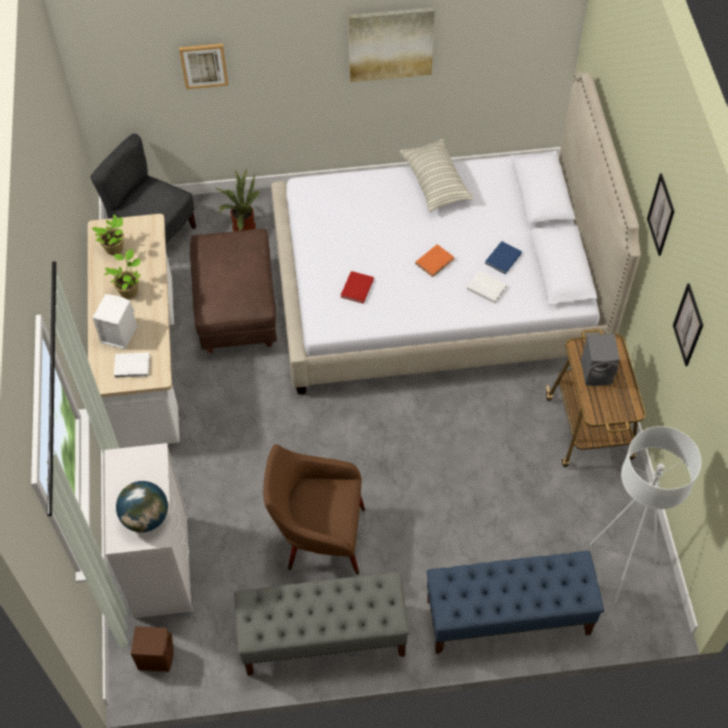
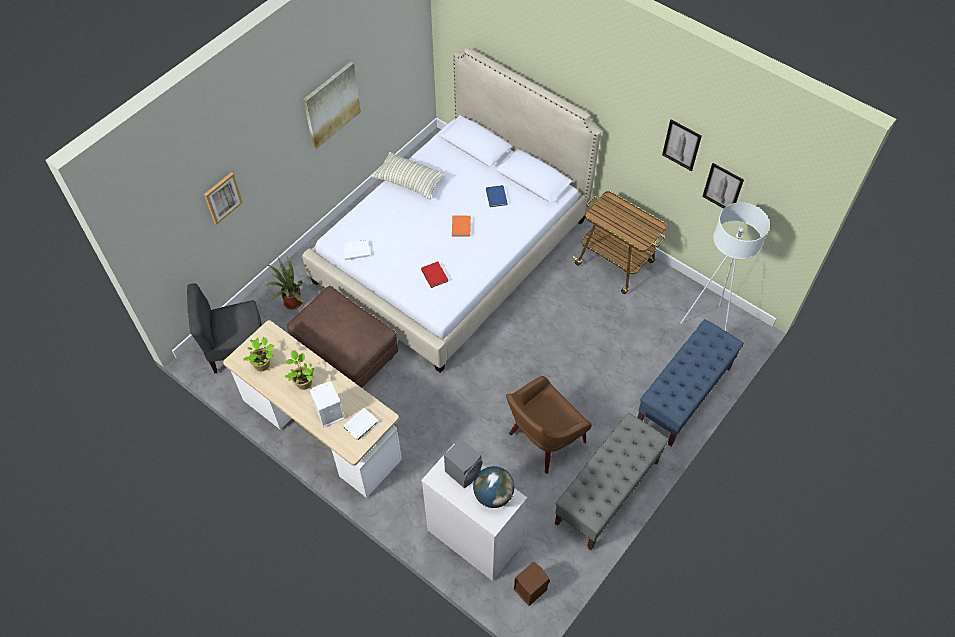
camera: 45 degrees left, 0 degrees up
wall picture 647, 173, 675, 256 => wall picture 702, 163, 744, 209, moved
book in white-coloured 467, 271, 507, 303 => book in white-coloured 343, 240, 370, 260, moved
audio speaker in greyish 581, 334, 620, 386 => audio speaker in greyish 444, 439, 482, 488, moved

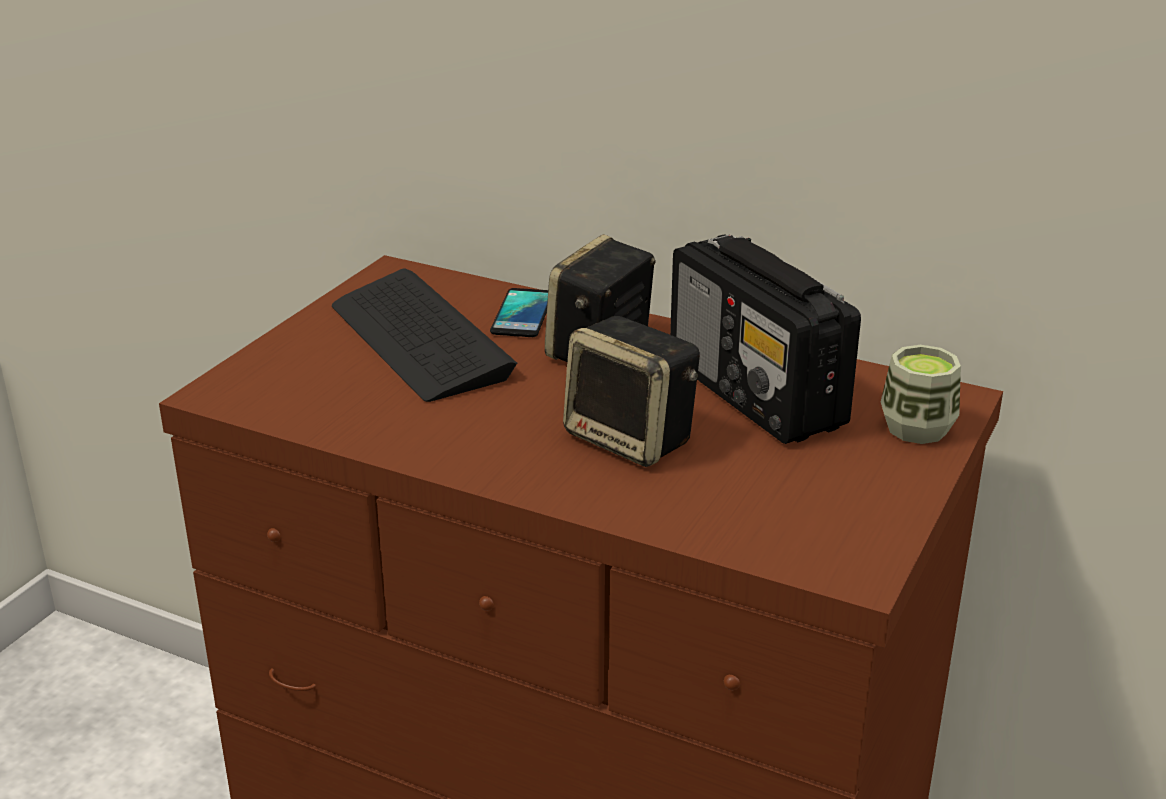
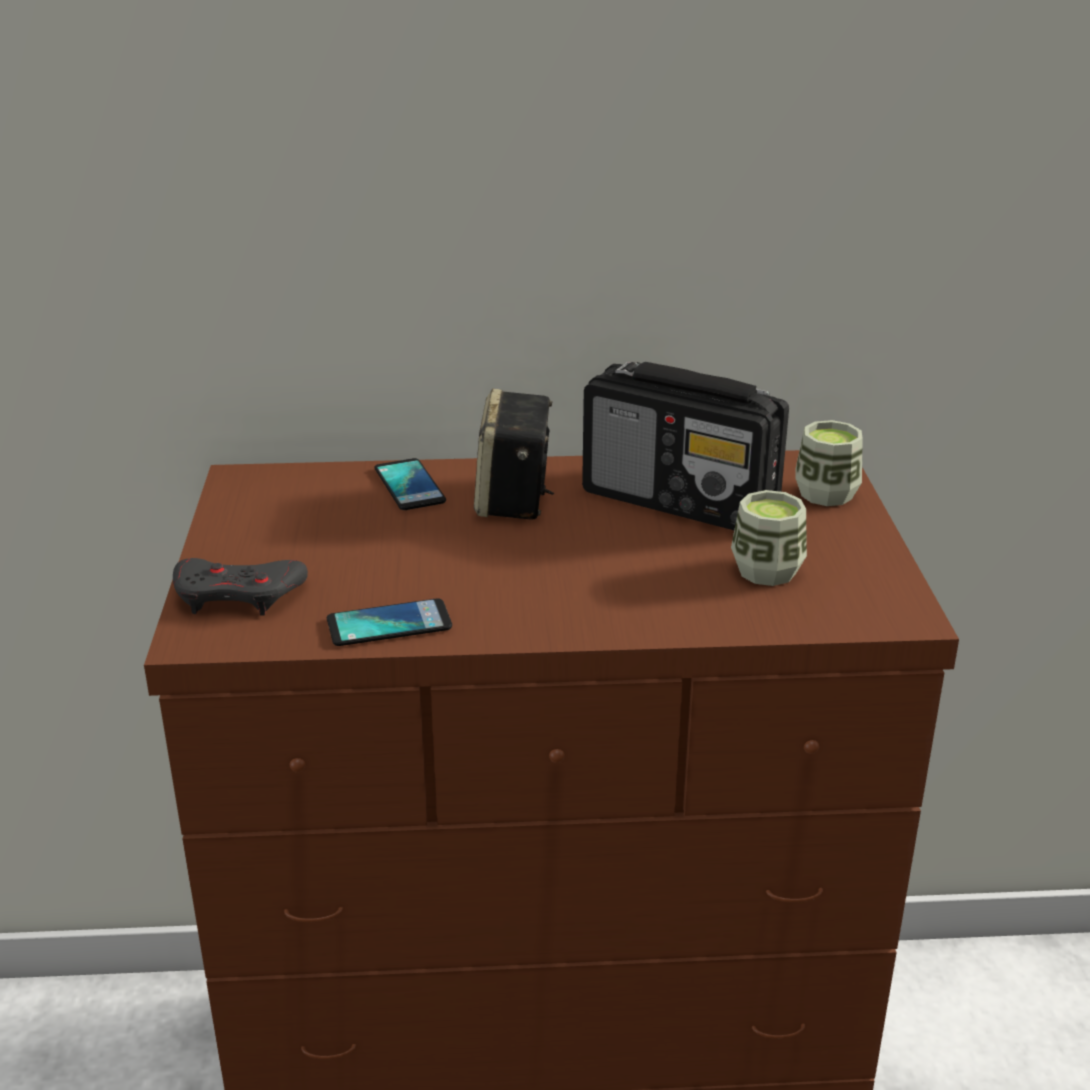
camera: 30 degrees left, 0 degrees up
computer keyboard 332, 269, 517, 402 => nothing
audio speaker 563, 316, 700, 467 => nothing
nothing => cup 731, 490, 807, 586
nothing => gamepad in greyish 173, 558, 308, 616
nothing => handset 327, 598, 452, 646

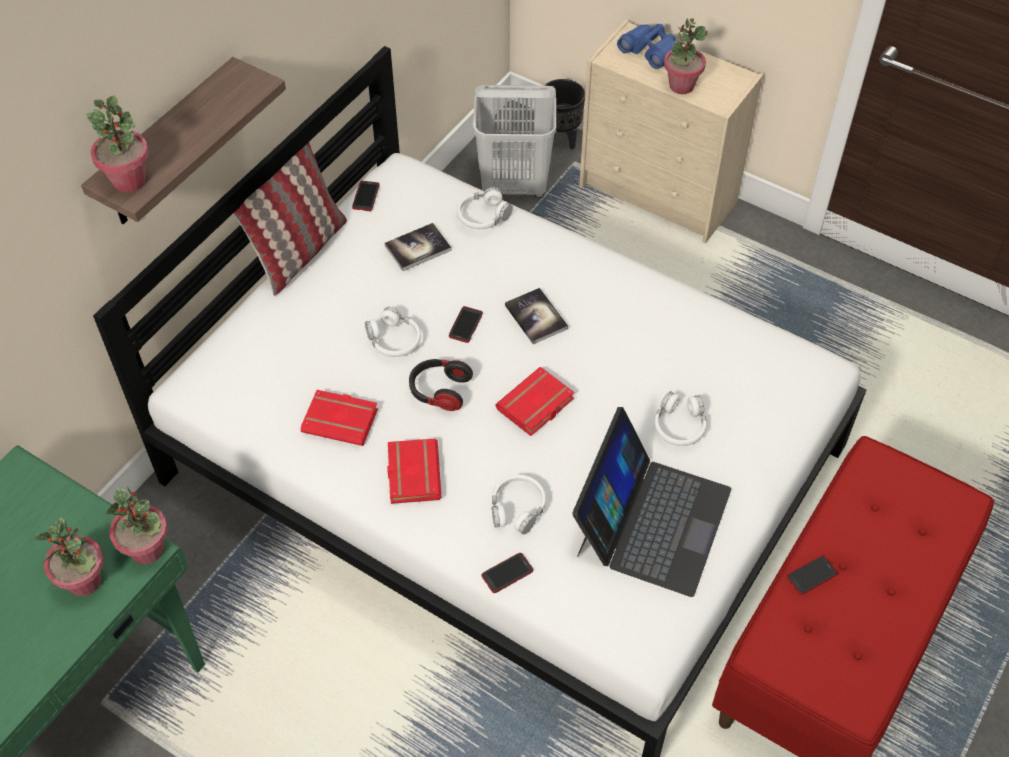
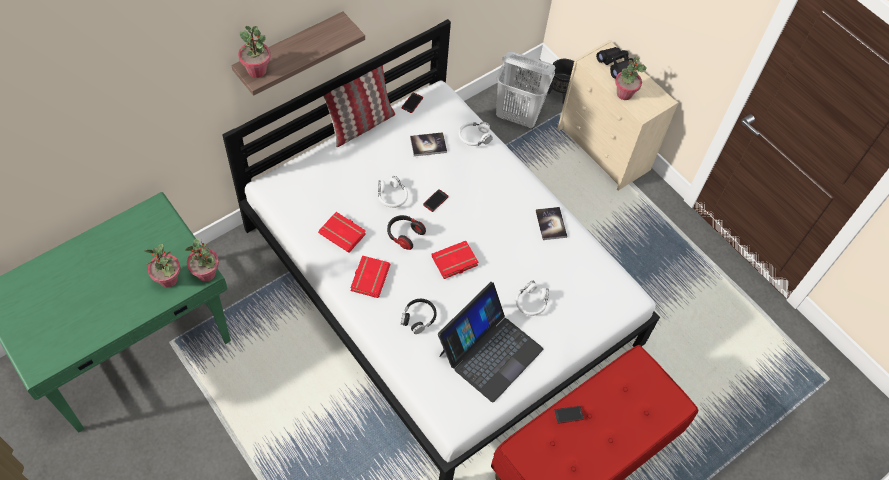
camera: 15 degrees right, 5 degrees up
field glasses in blue 617, 24, 676, 69 => field glasses in black 596, 47, 633, 79
book 505, 288, 568, 344 => book 536, 207, 567, 240, moved
pair of headphones in white-coloured 492, 475, 546, 535 => pair of headphones in black 401, 299, 436, 334
handset 481, 553, 533, 593 => nothing

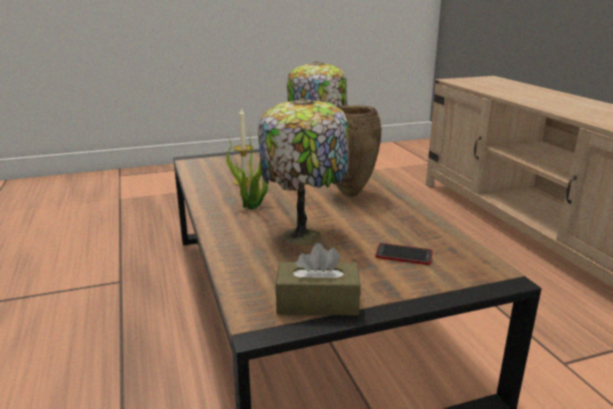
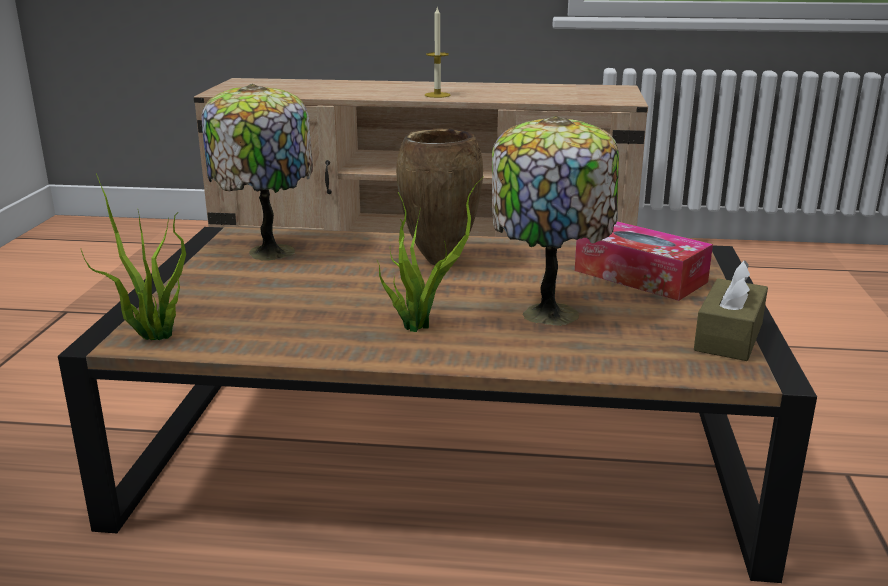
camera: 65 degrees left, 0 degrees up
wax light 233, 107, 253, 186 => wax light 425, 6, 451, 98, moved
handset 375, 243, 433, 265 => box of tissues 575, 221, 713, 301
nothing => potted plant 81, 173, 186, 340

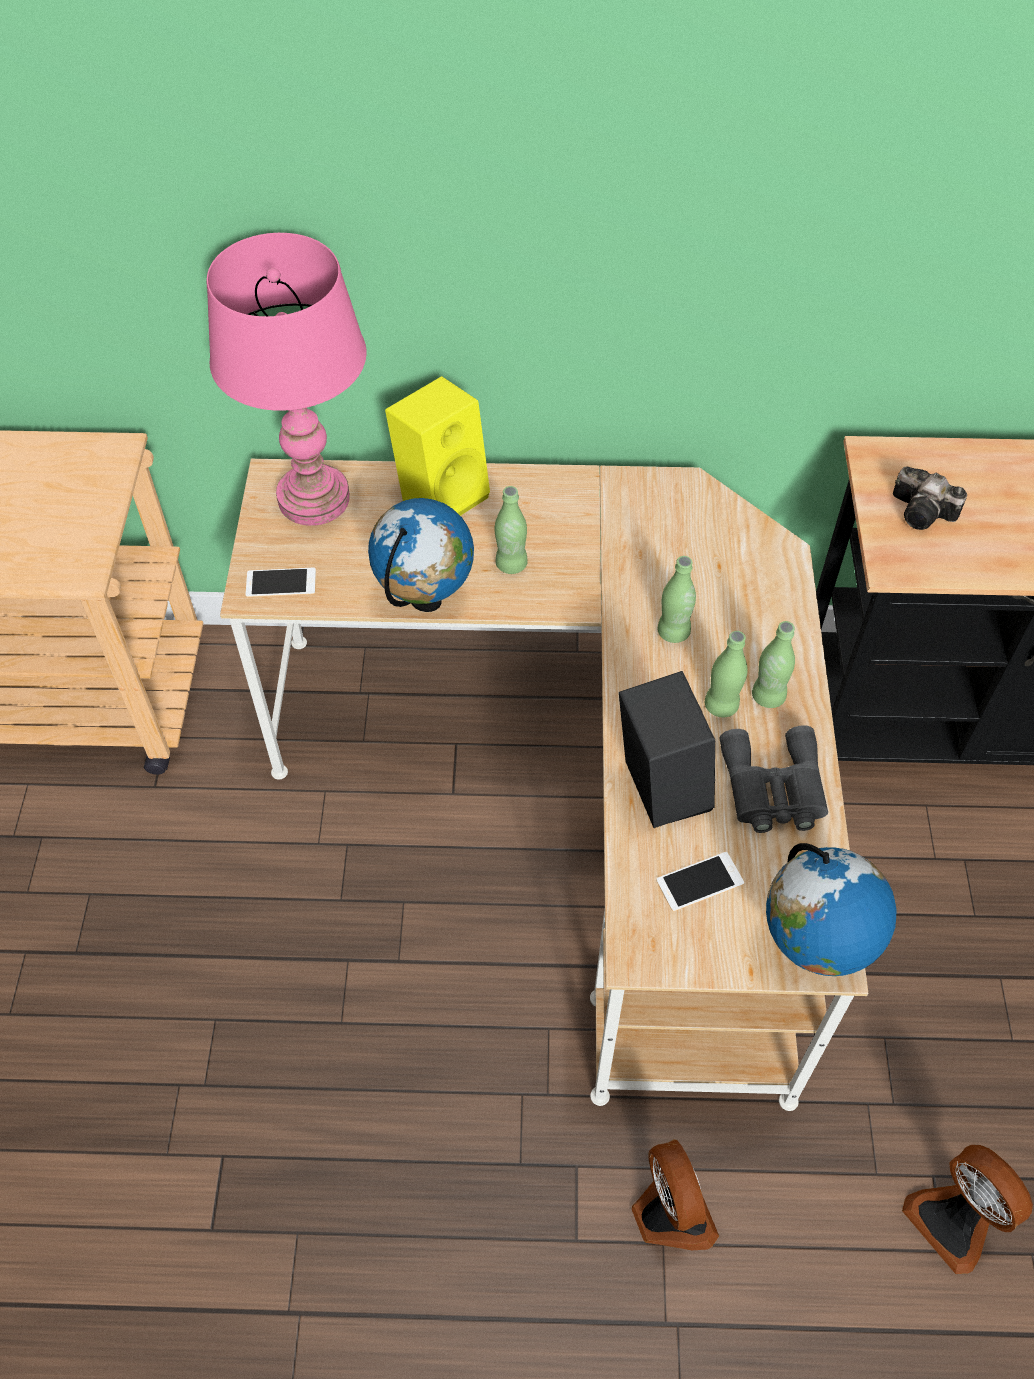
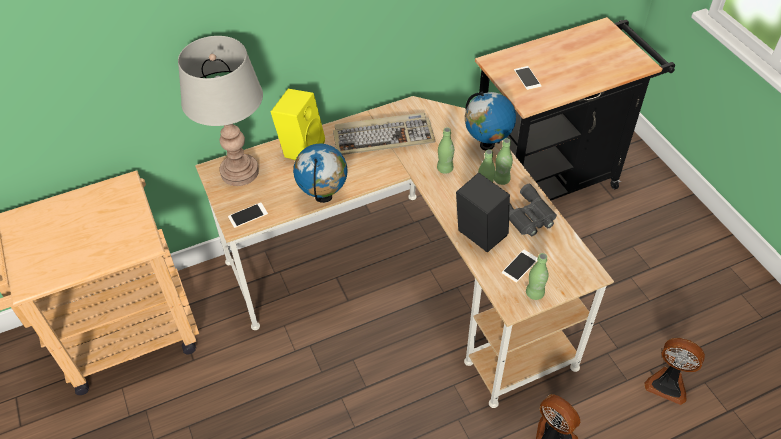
camera: 25 degrees left, 5 degrees down
lamp for a table in pink-coloured 206, 233, 367, 526 => lamp for a table in greyish 178, 36, 263, 186
still camera 893, 466, 967, 530 => handset 514, 66, 542, 90
beverage bottle in green-coloured 495, 486, 528, 574 => beverage bottle in green-coloured 526, 253, 548, 300, moved
world globe 766, 843, 897, 976 => world globe 465, 91, 516, 150, moved
nothing => computer keyboard 333, 113, 436, 155

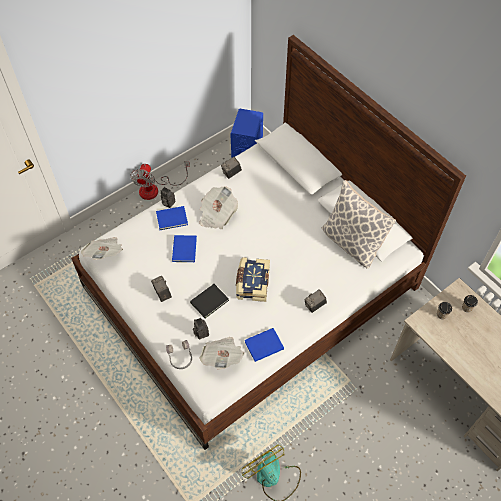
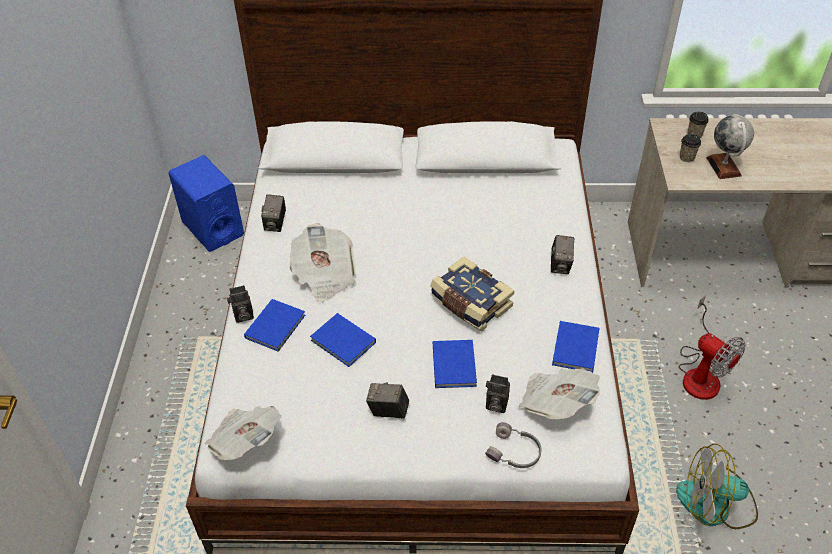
camera: 50 degrees left, 10 degrees down
electric fan 130, 161, 190, 200 => electric fan 679, 295, 745, 400, moved
cushion 322, 180, 396, 269 => nothing
book in black 190, 284, 229, 318 => book in blue 433, 340, 477, 388
nothing => world globe 706, 115, 754, 179

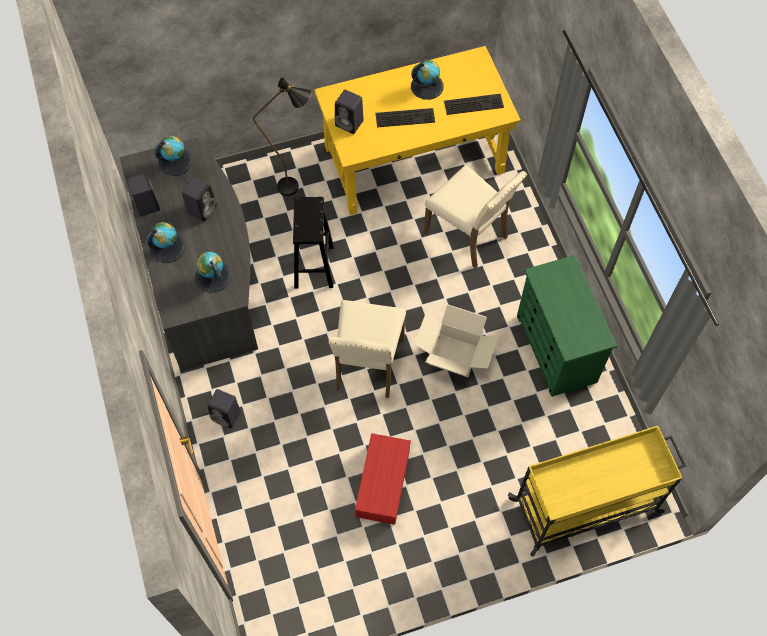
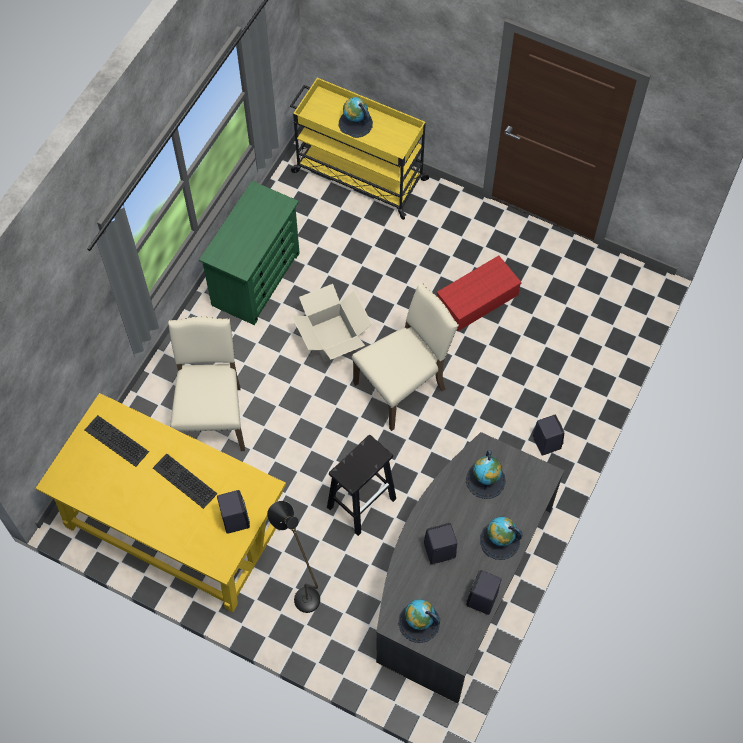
camera: 135 degrees left, 0 degrees up
world globe 411, 60, 444, 100 => world globe 339, 97, 373, 138, moved

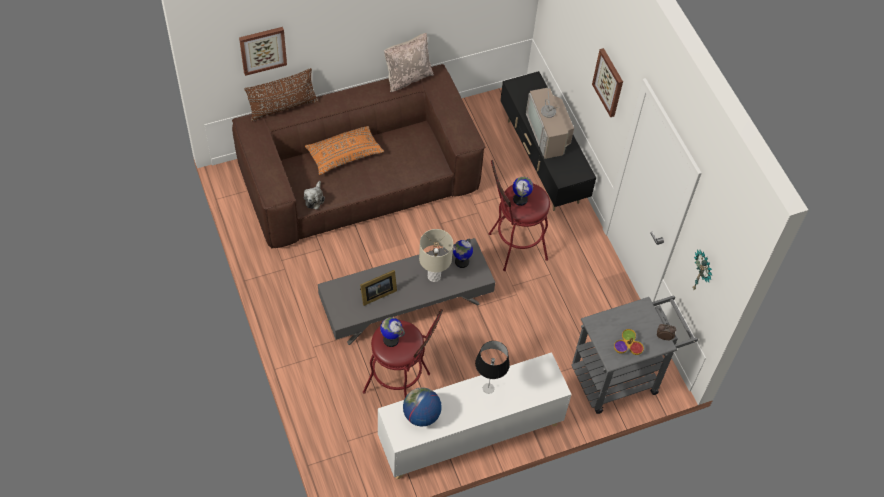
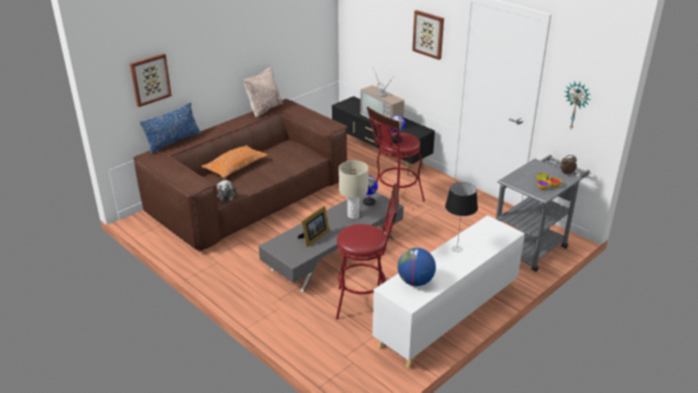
camera: 20 degrees left, 25 degrees down
cushion in brown-coloured 244, 68, 318, 122 => cushion in blue 140, 102, 201, 154
world globe 380, 317, 405, 347 => nothing

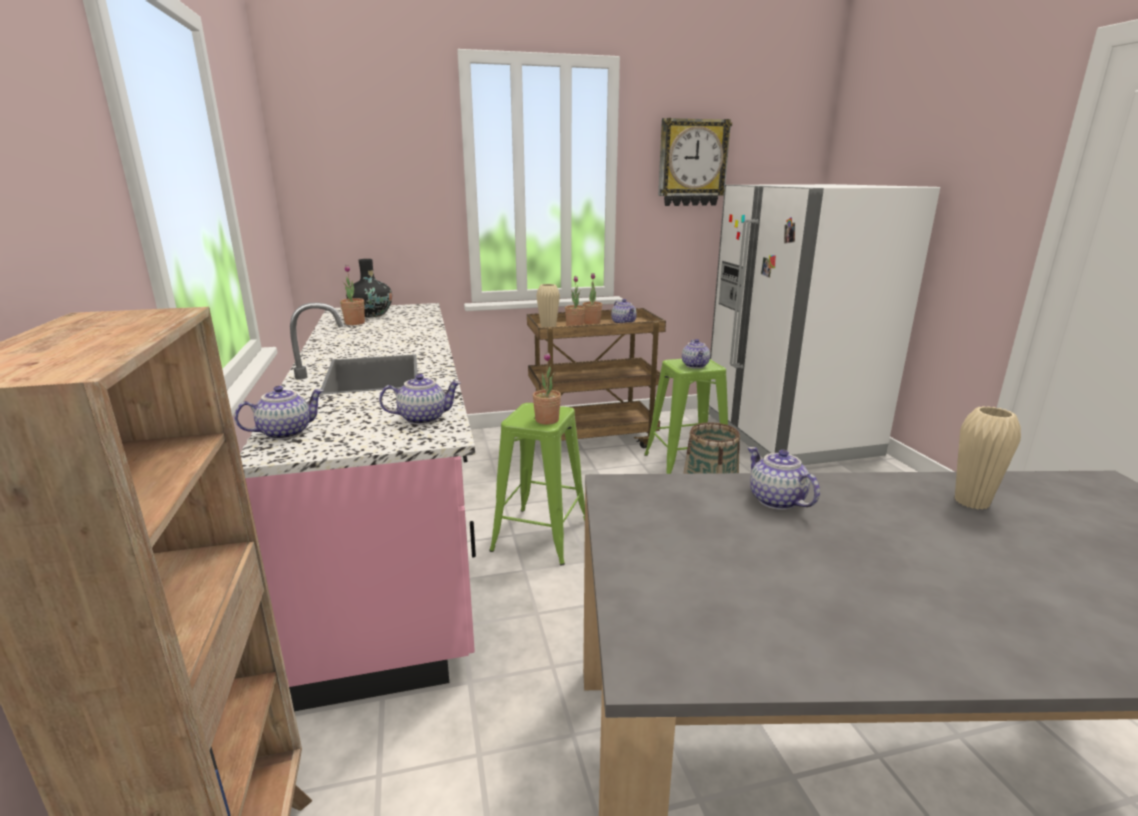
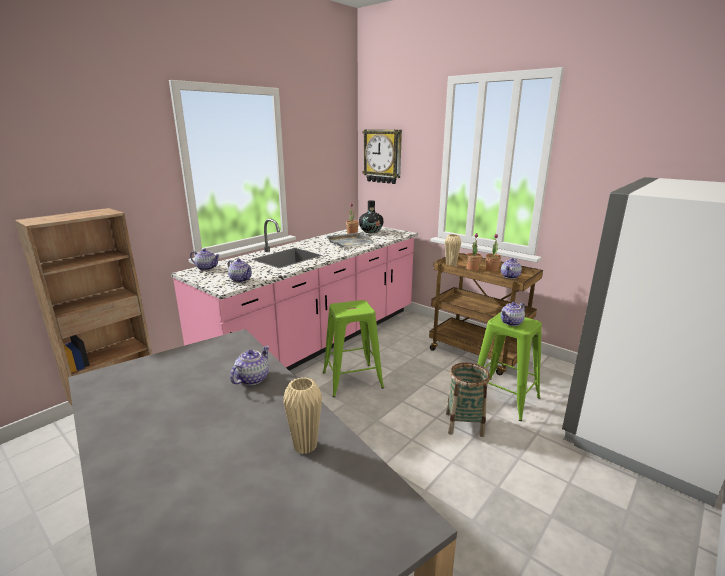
camera: 55 degrees right, 0 degrees up
hanging clock 658, 118, 732, 206 => hanging clock 362, 129, 402, 184, moved
potted plant 533, 352, 561, 425 => nothing
nothing => carrying tray in greyish 327, 233, 375, 247

